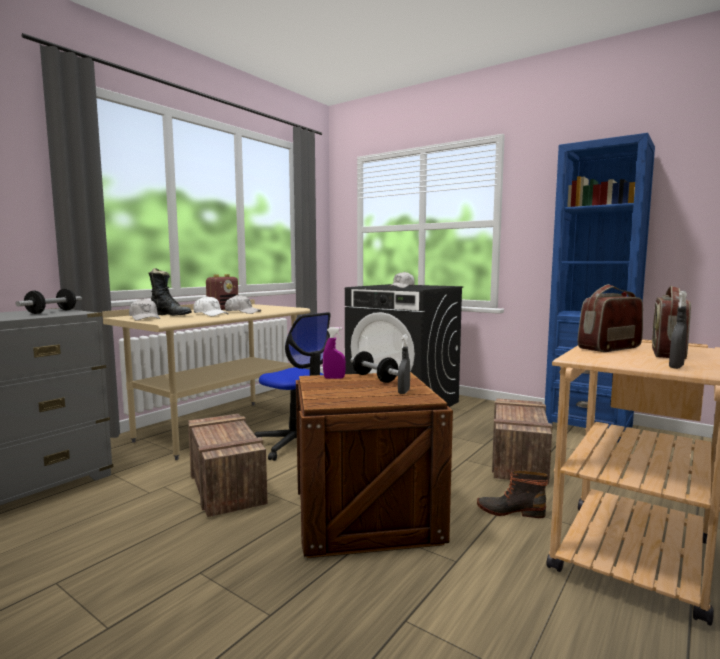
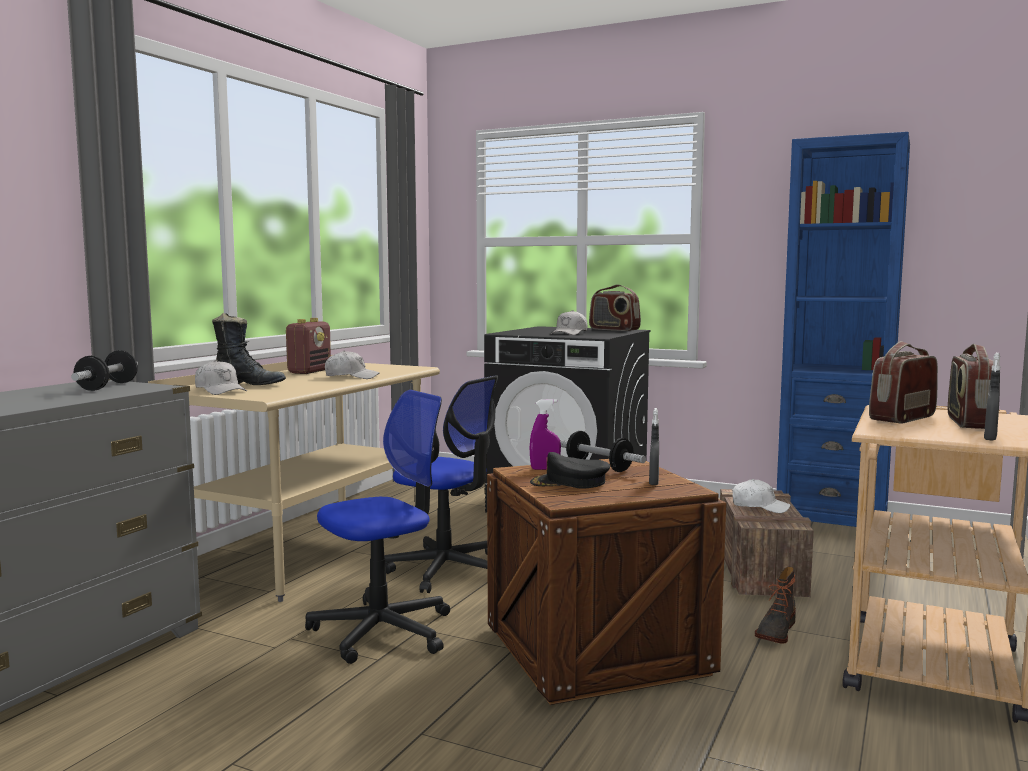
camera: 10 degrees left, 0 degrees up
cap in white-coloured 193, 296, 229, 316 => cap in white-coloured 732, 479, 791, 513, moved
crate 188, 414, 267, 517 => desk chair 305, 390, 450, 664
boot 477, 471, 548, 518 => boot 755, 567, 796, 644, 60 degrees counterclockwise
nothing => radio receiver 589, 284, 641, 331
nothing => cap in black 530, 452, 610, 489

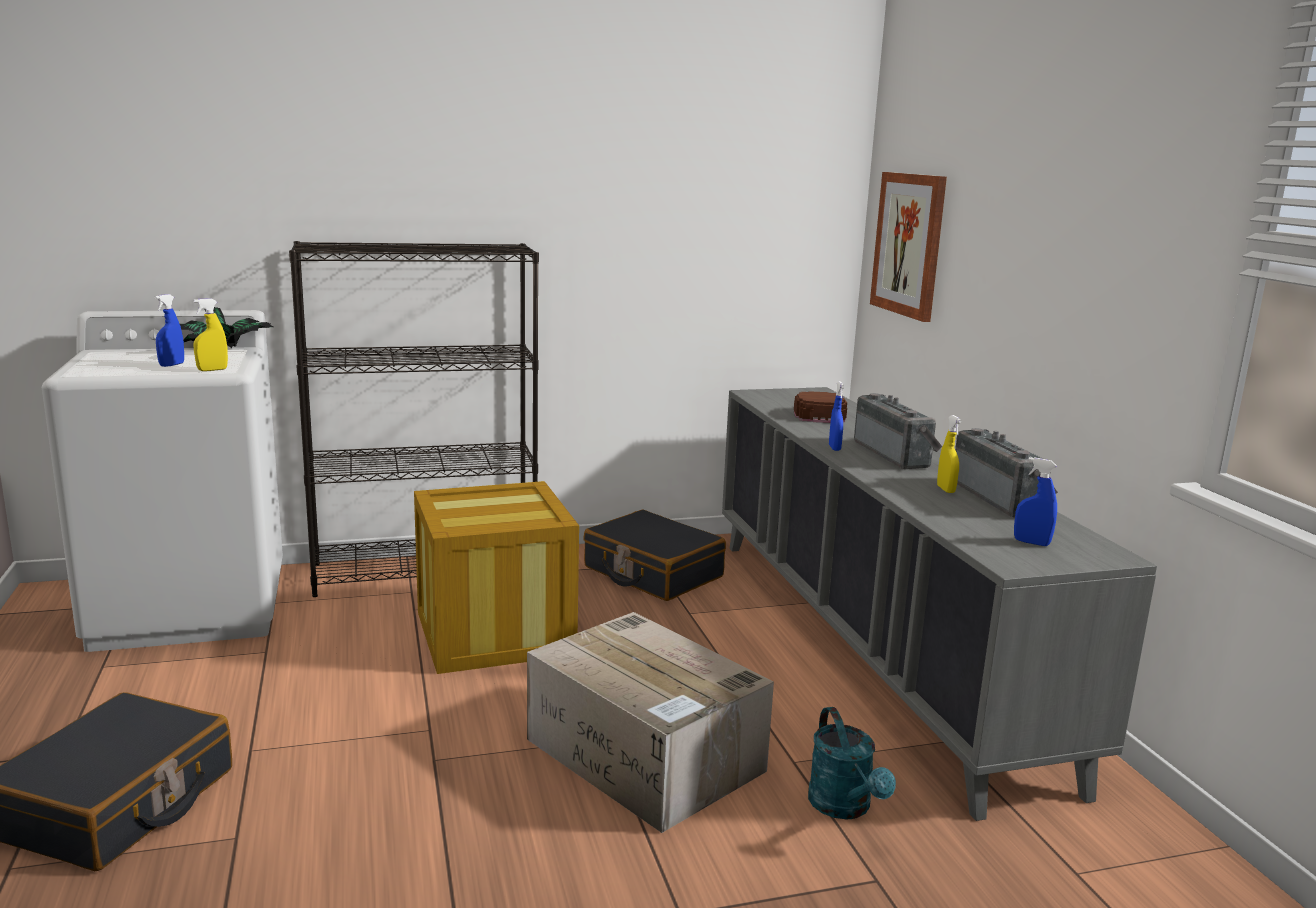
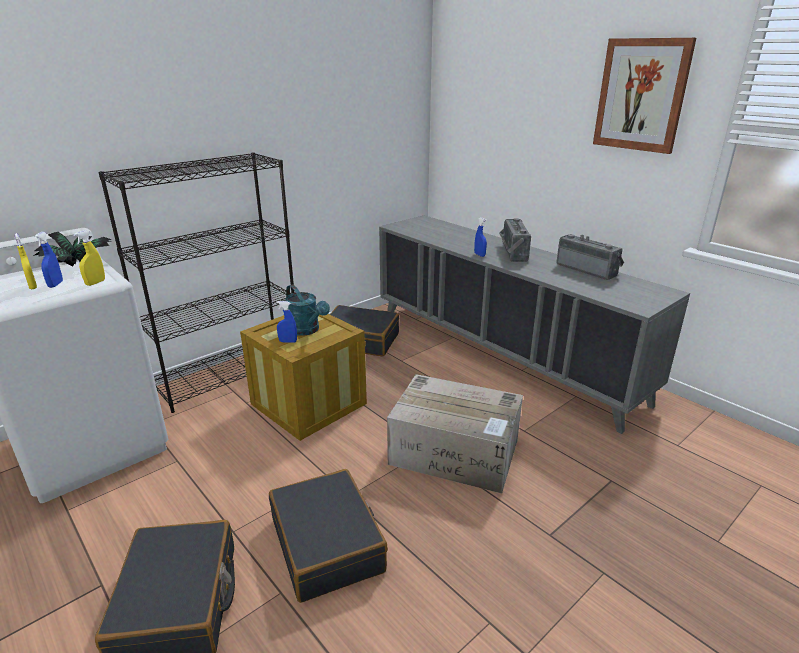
camera: 25 degrees left, 10 degrees up
wall picture 870, 172, 947, 322 => wall picture 593, 38, 696, 154, moved
cap in brown-coloured 794, 391, 847, 423 => nothing
radio receiver 854, 393, 942, 469 => radio receiver 499, 218, 531, 262, 135 degrees counterclockwise
hand sprayer in yellow-coloured 937, 415, 962, 493 => hand sprayer in yellow-coloured 15, 233, 37, 289, moved
hand sprayer in blue 1014, 457, 1057, 546 => hand sprayer in blue 276, 301, 297, 343, moved
watering can in turquoise 808, 707, 896, 819 => watering can in turquoise 285, 285, 330, 336, moved
nothing => piece of luggage in black 269, 469, 388, 603

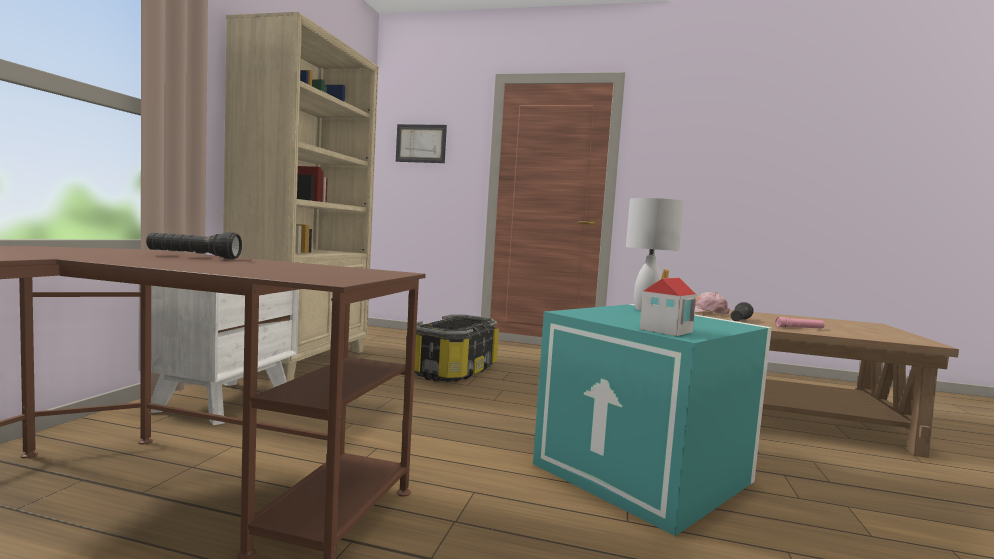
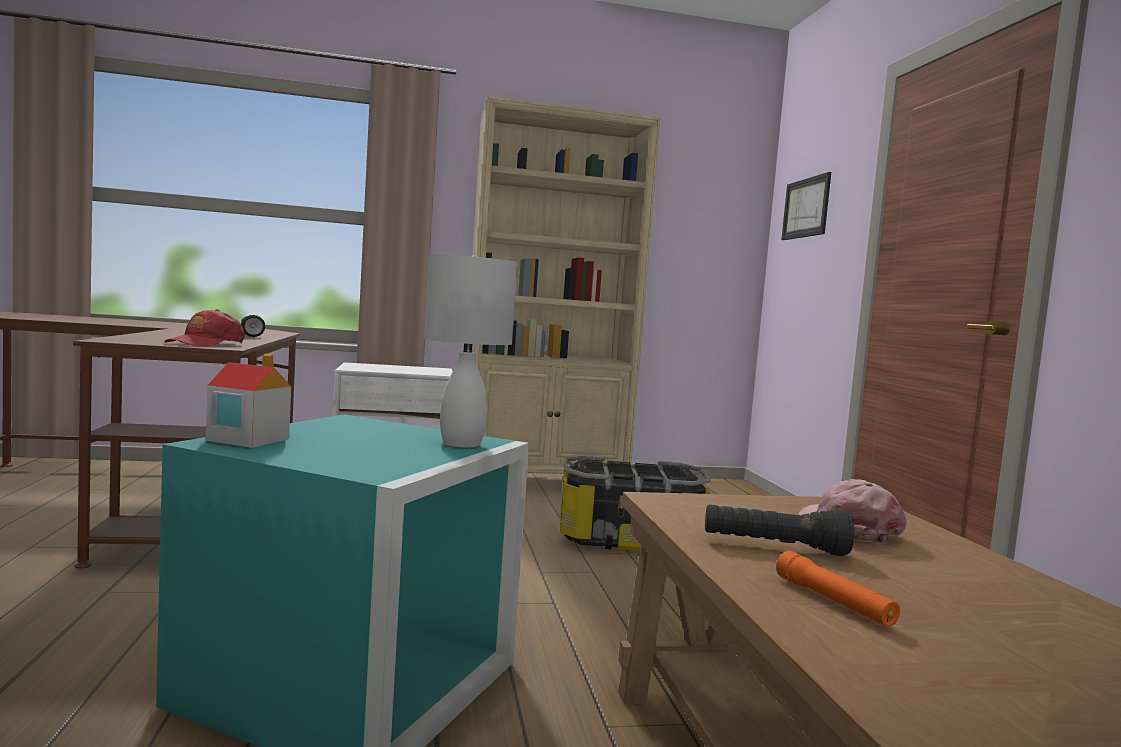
camera: 65 degrees right, 0 degrees up
flashlight in pink-coloured 776, 317, 825, 328 => flashlight in orangey 776, 551, 900, 627
nothing => cap in reddish 164, 309, 245, 347

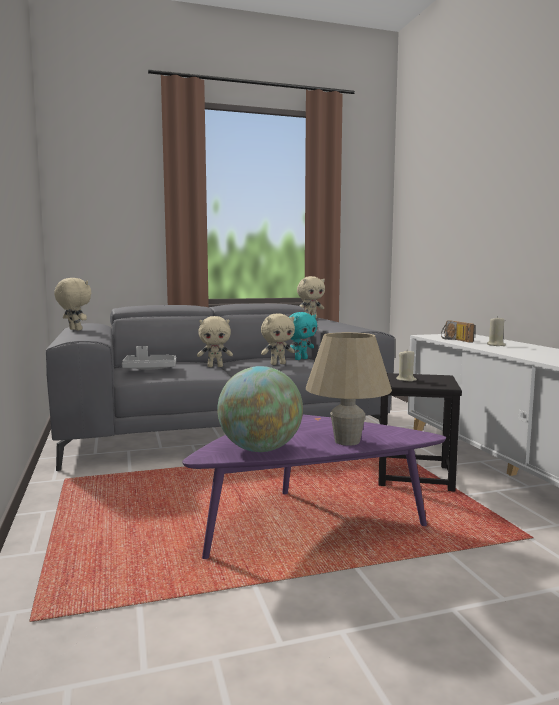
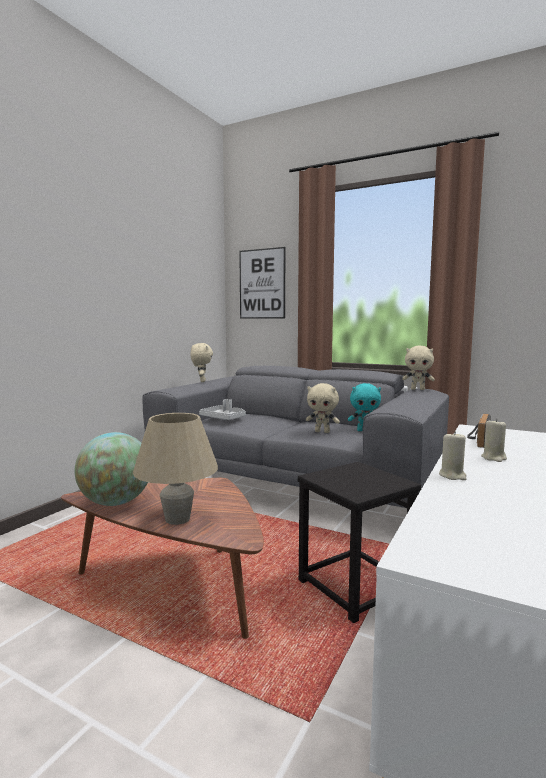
camera: 45 degrees right, 0 degrees up
plush toy in beige-coloured 197, 316, 233, 367 => nothing
wax light in beige-coloured 396, 351, 417, 382 => wax light in beige-coloured 439, 431, 467, 480, moved
lounge table in purple-coloured 182, 415, 446, 559 => lounge table in brown-coloured 61, 478, 264, 639
nothing => wall picture 239, 247, 285, 319

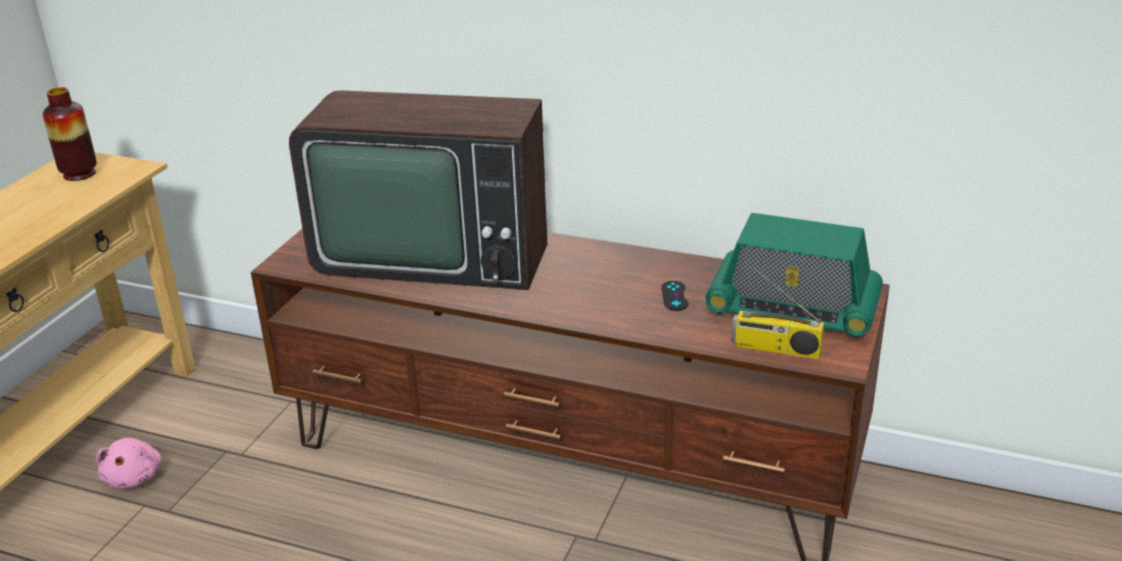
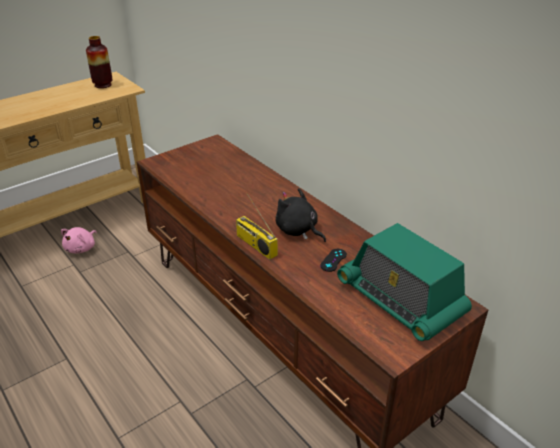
camera: 30 degrees right, 5 degrees up
TV set 289, 90, 547, 290 => nothing
radio receiver 731, 269, 824, 359 => radio receiver 236, 193, 278, 260, moved
nothing => plush toy in black 276, 188, 326, 242

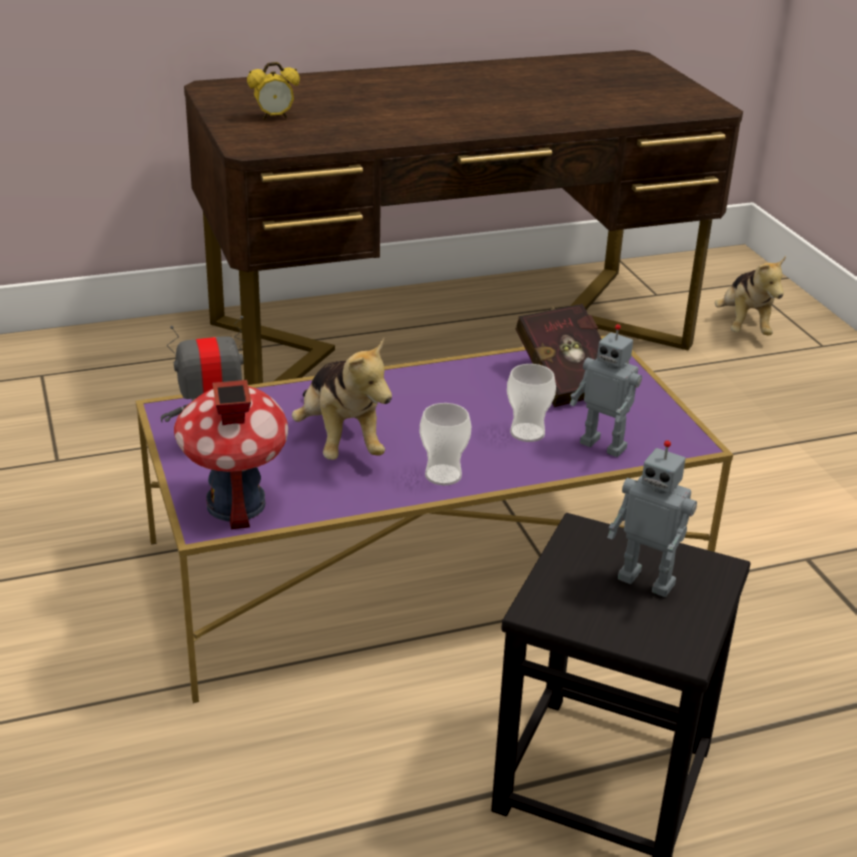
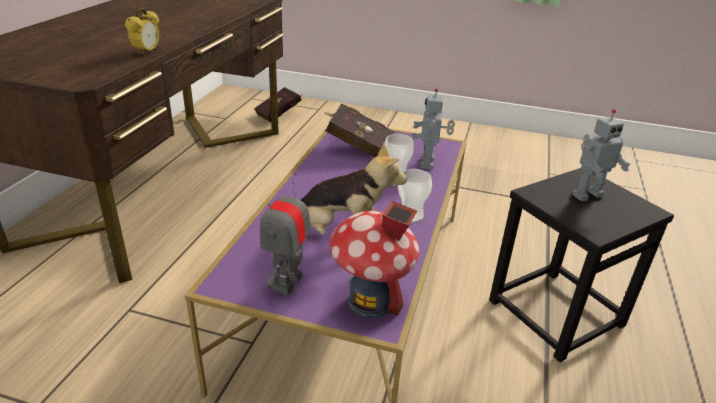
camera: 55 degrees left, 0 degrees up
table clock 247, 62, 300, 120 => table clock 125, 8, 160, 55, moved
plush toy 715, 256, 786, 336 => book in reddish 254, 87, 301, 122
model robot 569, 324, 642, 457 => model robot 411, 88, 455, 170, 120 degrees clockwise

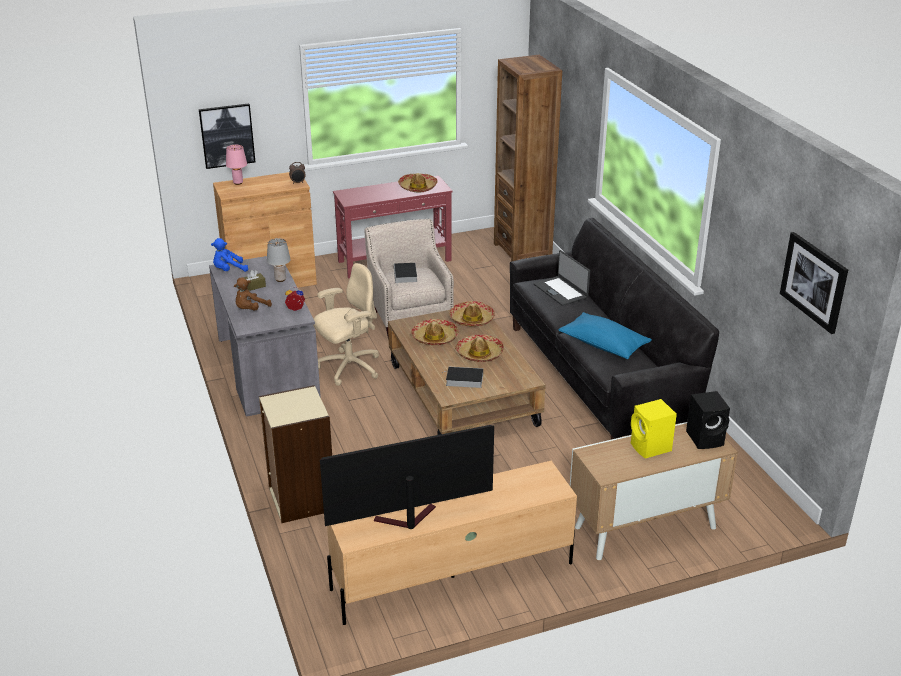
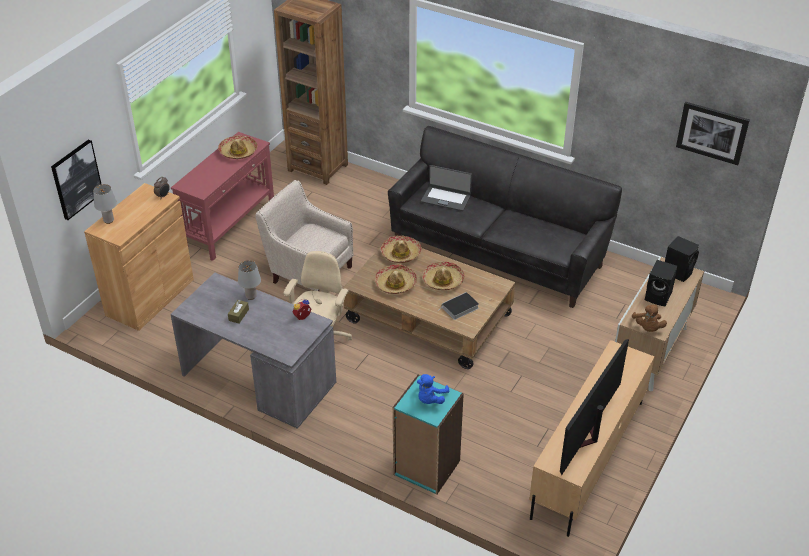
camera: 40 degrees left, 10 degrees up
lamp for a table in pink-coloured 226, 145, 247, 185 => lamp for a table in greyish 93, 184, 117, 224
plush toy in blue 211, 238, 248, 272 => plush toy in blue 417, 374, 449, 404, moved
book 394, 263, 417, 284 => nothing
plush toy in brown-coloured 234, 277, 272, 311 => plush toy in brown-coloured 632, 304, 667, 332, moved
cushion in blue 558, 312, 652, 359 => nothing
shelving unit in beige-coloured 259, 385, 332, 523 => shelving unit in turquoise 393, 375, 464, 495
audio speaker in yellow-coloured 631, 399, 677, 459 => audio speaker in black 645, 260, 678, 306

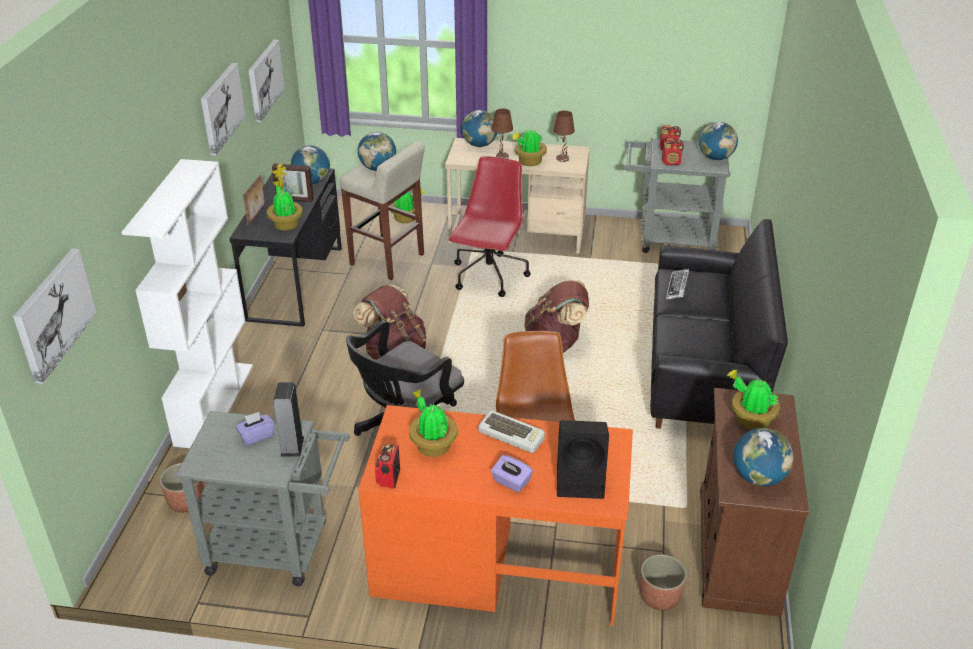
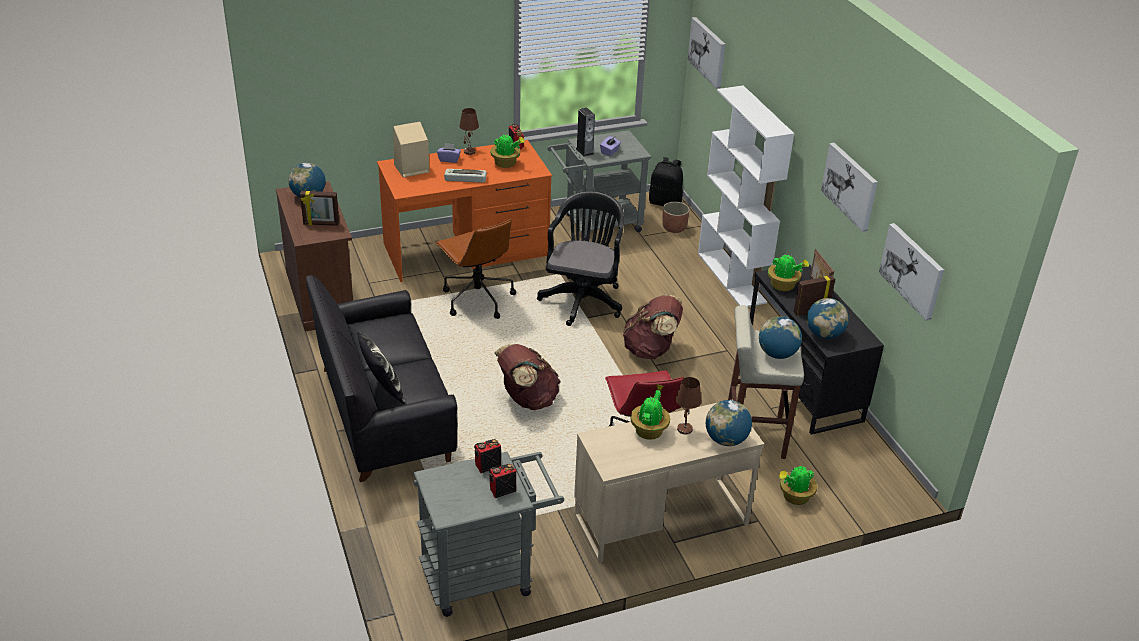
camera: 150 degrees right, 0 degrees up
lamp for a table in brown-coloured 553, 110, 575, 162 => lamp for a table in brown-coloured 459, 108, 479, 155, moved
world globe 699, 122, 738, 160 => nothing
computer keyboard 666, 269, 689, 300 => nothing
potted plant 727, 370, 780, 430 => standing frame 300, 191, 339, 226
audio speaker in black 557, 420, 609, 499 => audio speaker in beige-coloured 393, 122, 429, 178
planter 640, 555, 687, 611 => nothing
nothing => knapsack in black 649, 157, 683, 206
nothing => cushion 357, 331, 405, 404

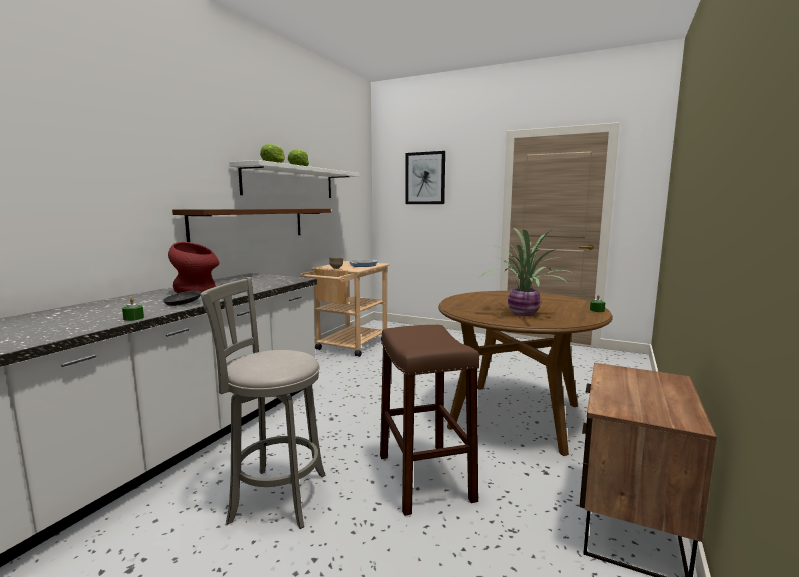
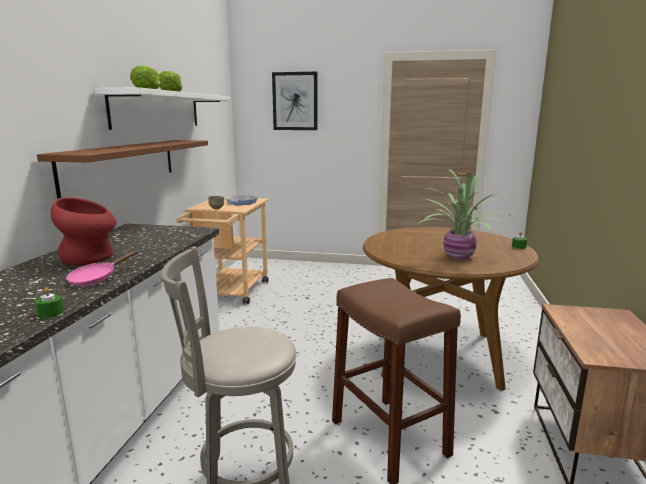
camera: 15 degrees left, 5 degrees up
skillet in black 163, 284, 223, 306 => skillet in pink-coloured 66, 251, 137, 286

